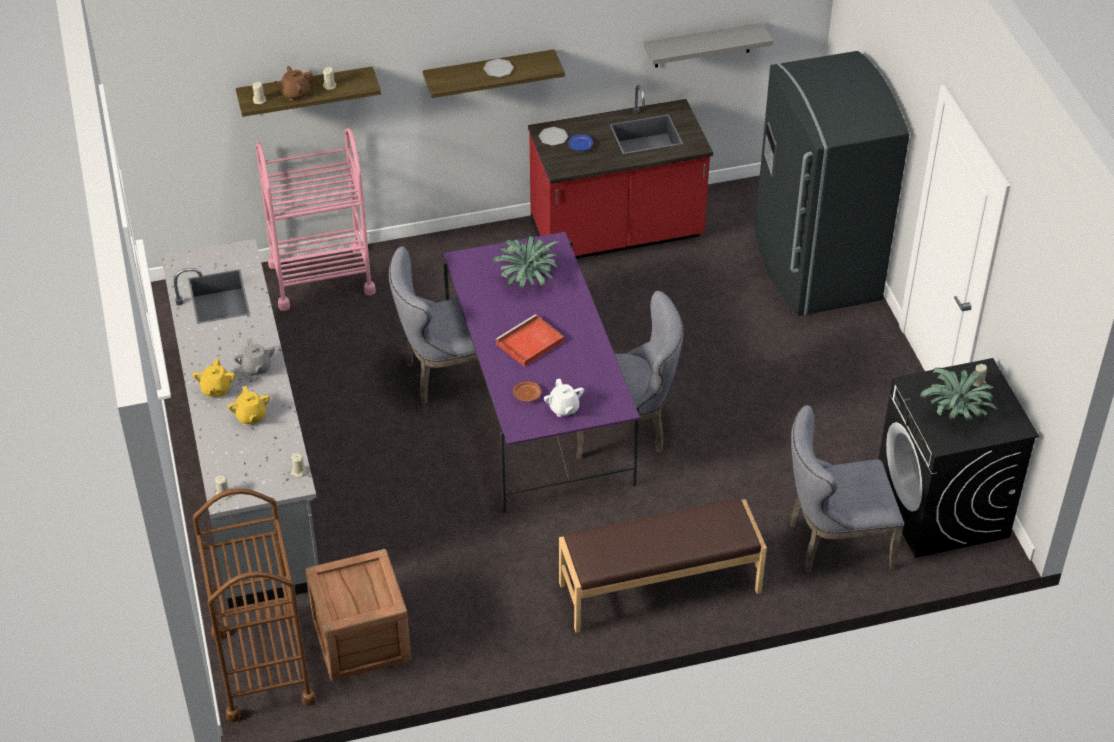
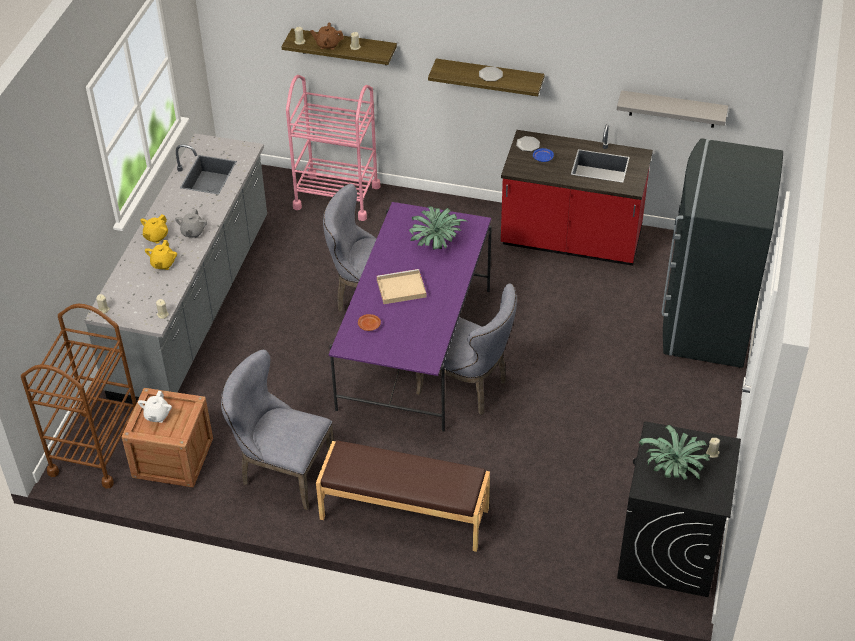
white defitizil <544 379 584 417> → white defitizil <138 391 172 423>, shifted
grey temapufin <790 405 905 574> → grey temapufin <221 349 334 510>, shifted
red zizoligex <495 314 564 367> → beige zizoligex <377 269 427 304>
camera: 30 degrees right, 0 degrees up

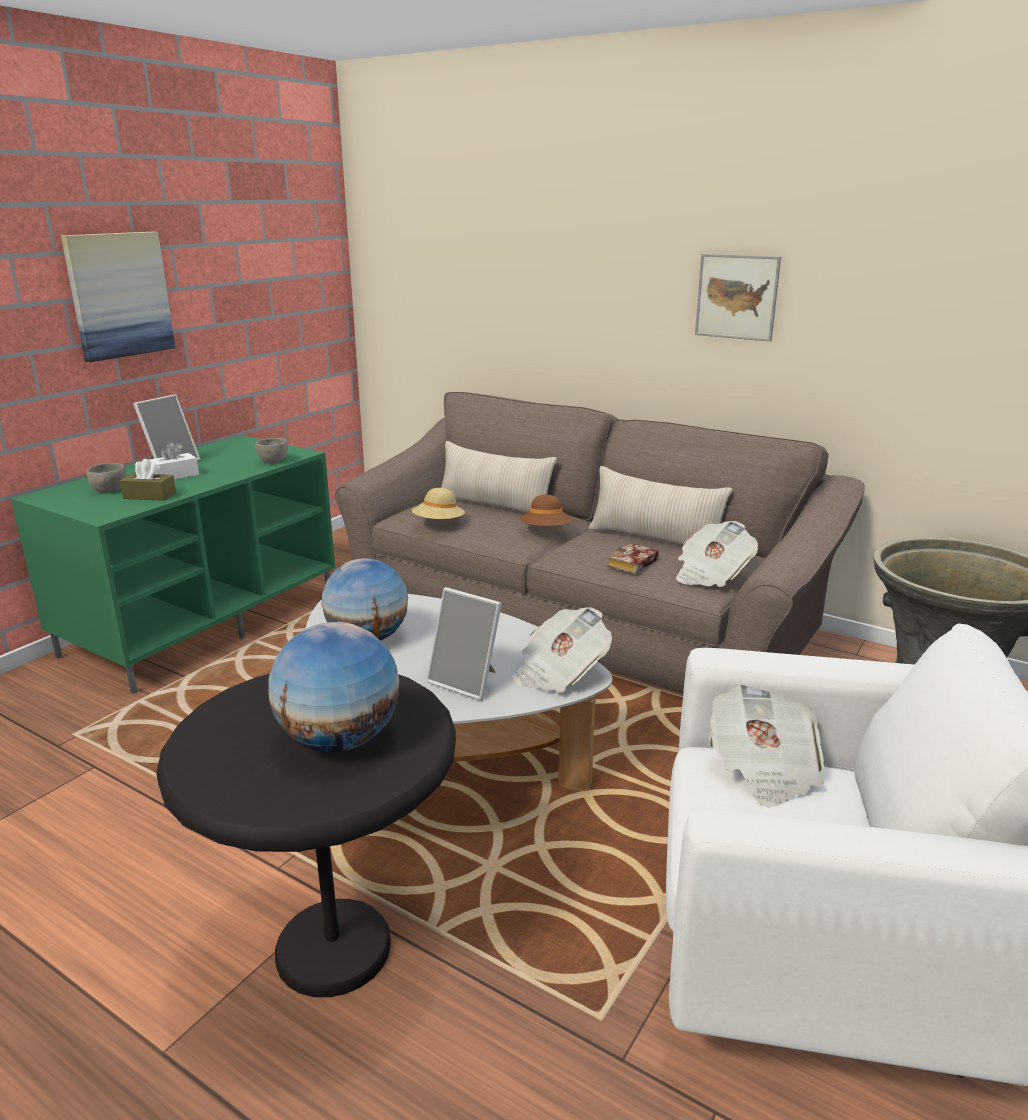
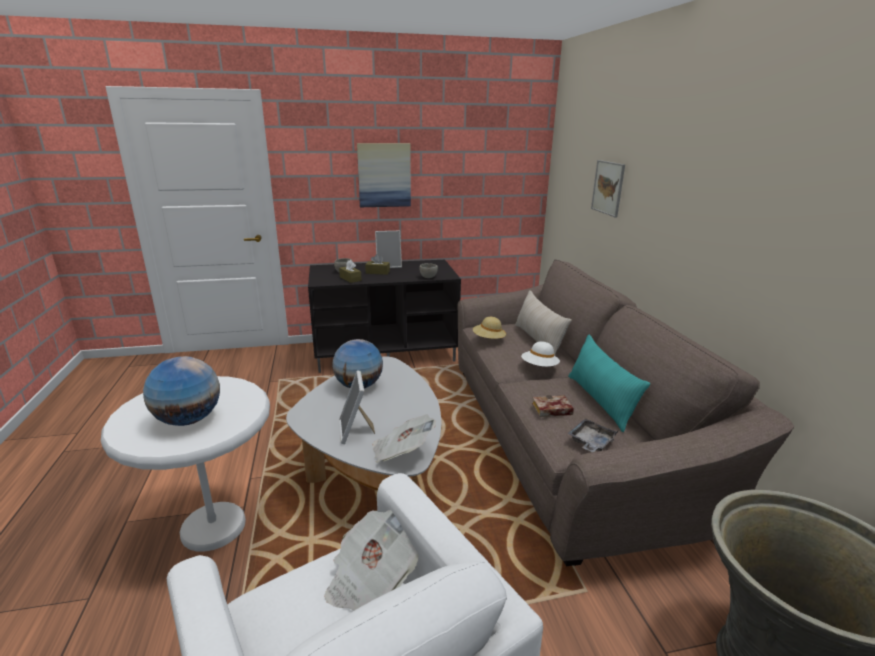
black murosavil <156 674 456 997> → white murosavil <101 376 270 552>
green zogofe <11 435 335 694> → black zogofe <308 260 461 373>
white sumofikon <149 442 199 480> → brown sumofikon <365 254 390 275>
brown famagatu <520 494 573 526> → white famagatu <521 341 560 367>
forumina <676 521 758 587> → grey zizoligex <567 419 618 452>
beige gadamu <589 466 733 545> → turquoise gadamu <568 335 650 432>
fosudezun <695 254 781 342> → fosudezun <591 160 625 217>, shifted
camera: 45 degrees right, 0 degrees up

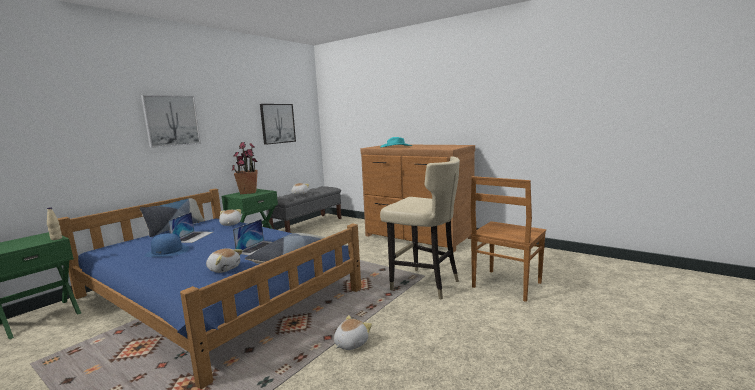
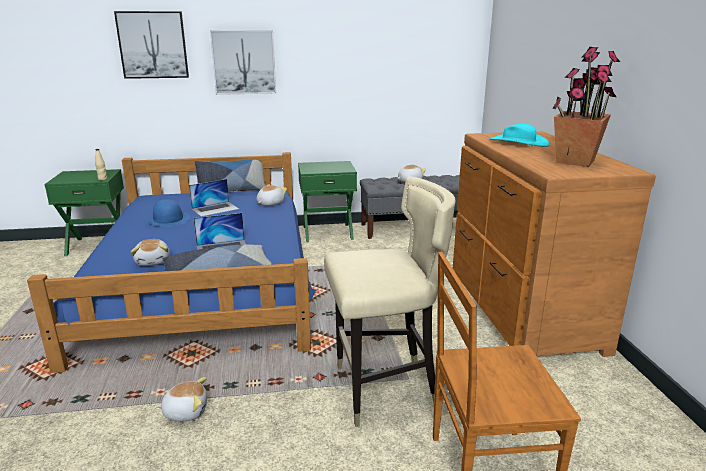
fosudezun <260 104 296 145> → fosudezun <114 11 189 79>, shifted
beige temapufin <380 157 460 300> → beige temapufin <324 176 456 427>, 90 degrees counterclockwise
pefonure <232 142 258 194> → pefonure <552 47 621 167>, shifted
camera: 45 degrees right, 10 degrees up

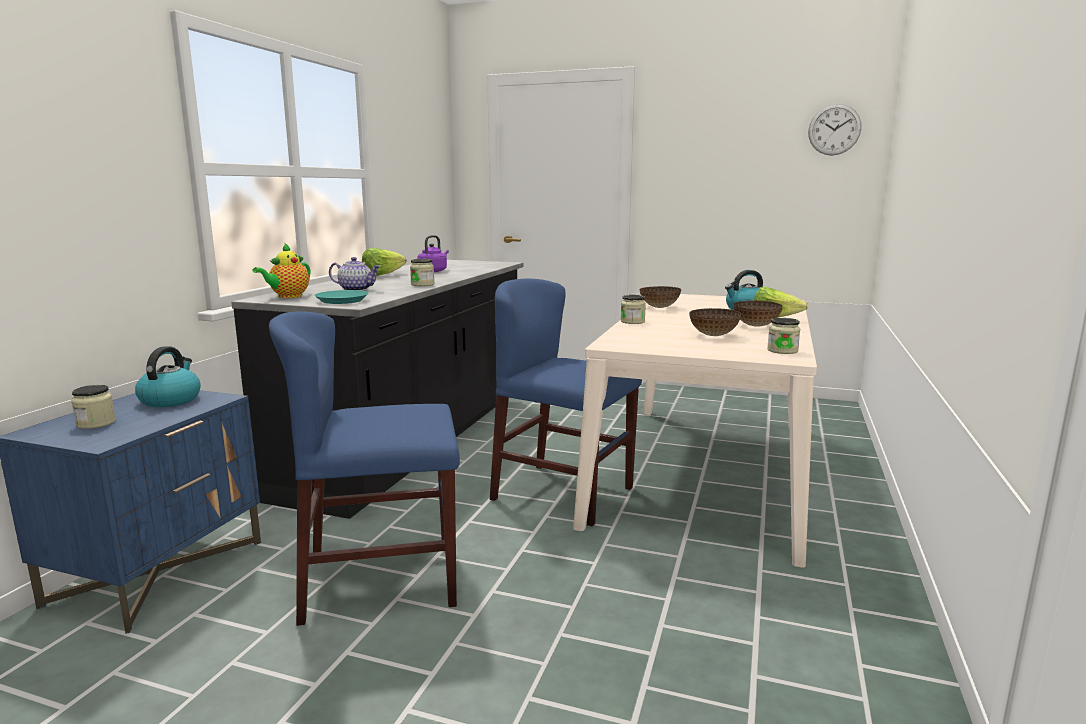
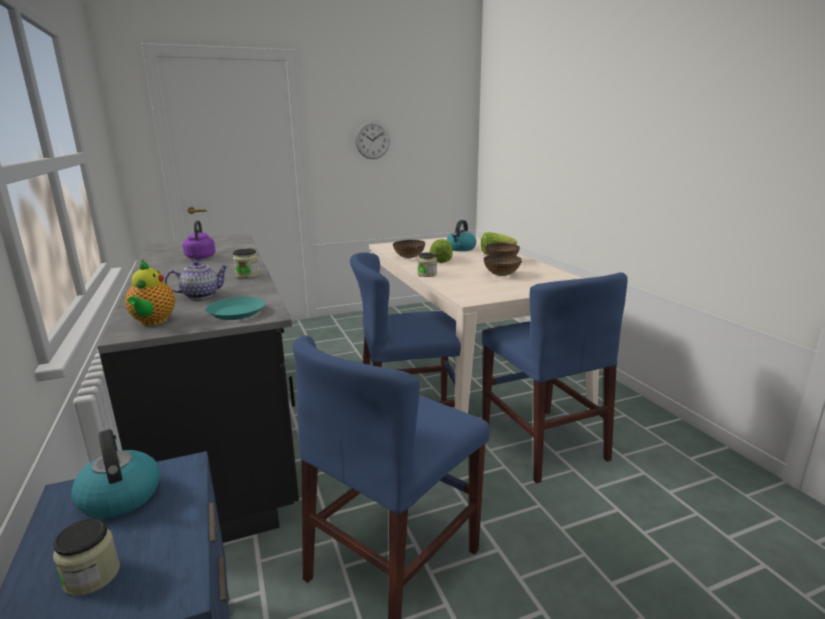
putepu <808 104 862 156> → putepu <355 121 390 159>, shifted
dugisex <362 248 406 276> → dugisex <430 239 453 263>, shifted
- → blue temapufin <482 272 628 483>
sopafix <767 318 800 354> → -
camera: 40 degrees left, 5 degrees up

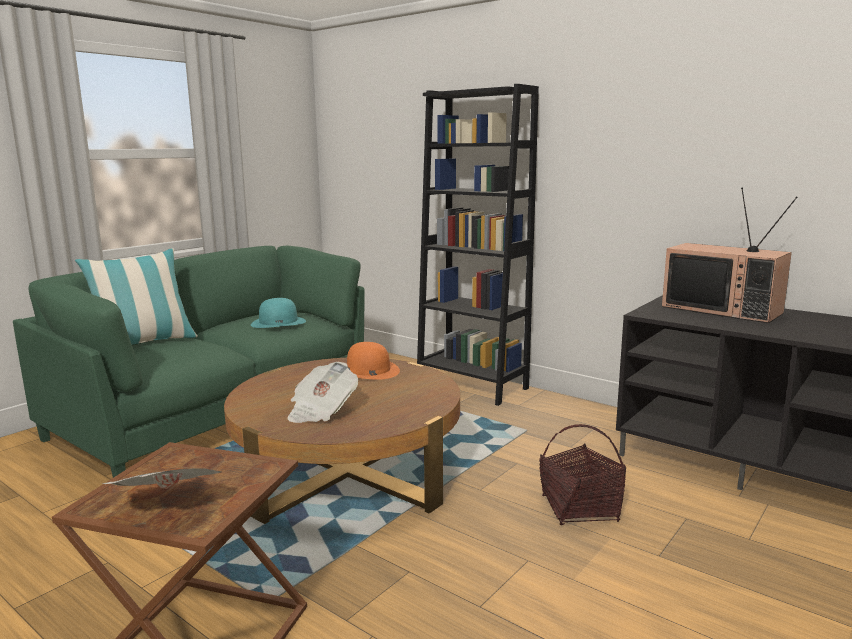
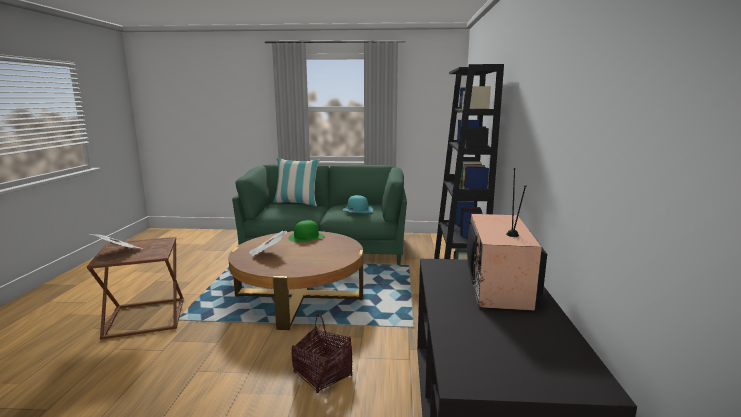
- → green famagatu <289 220 324 242>
orange famagatu <347 342 400 380> → -
camera: 55 degrees right, 0 degrees up

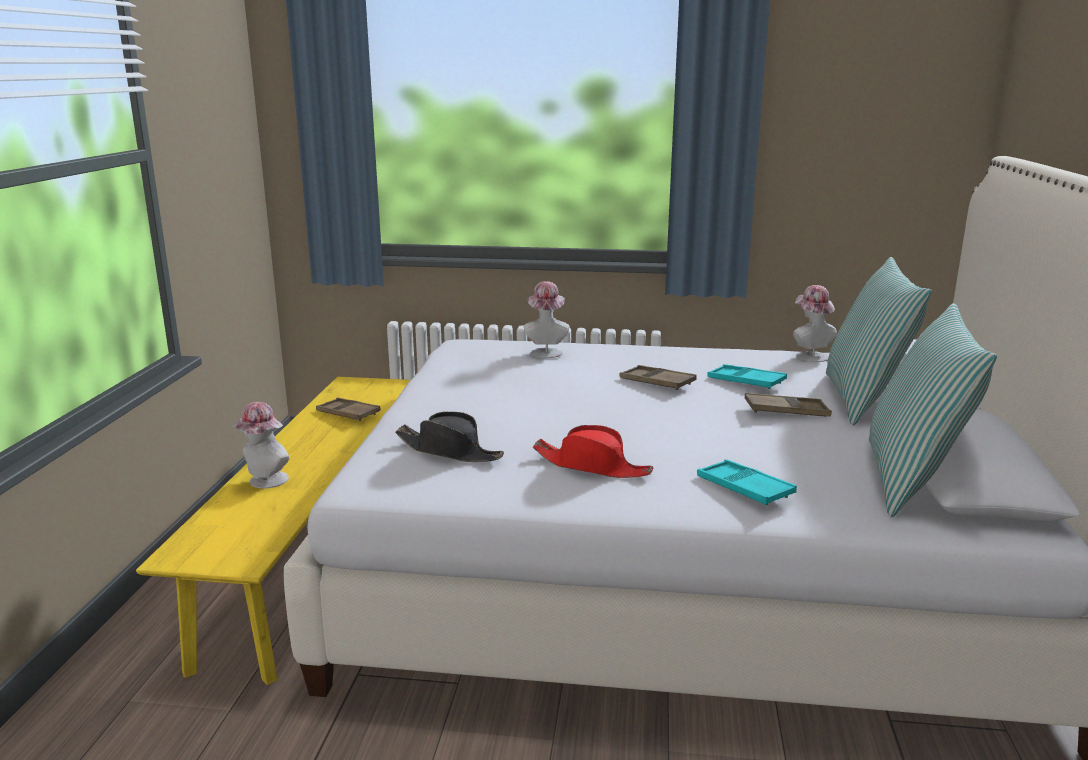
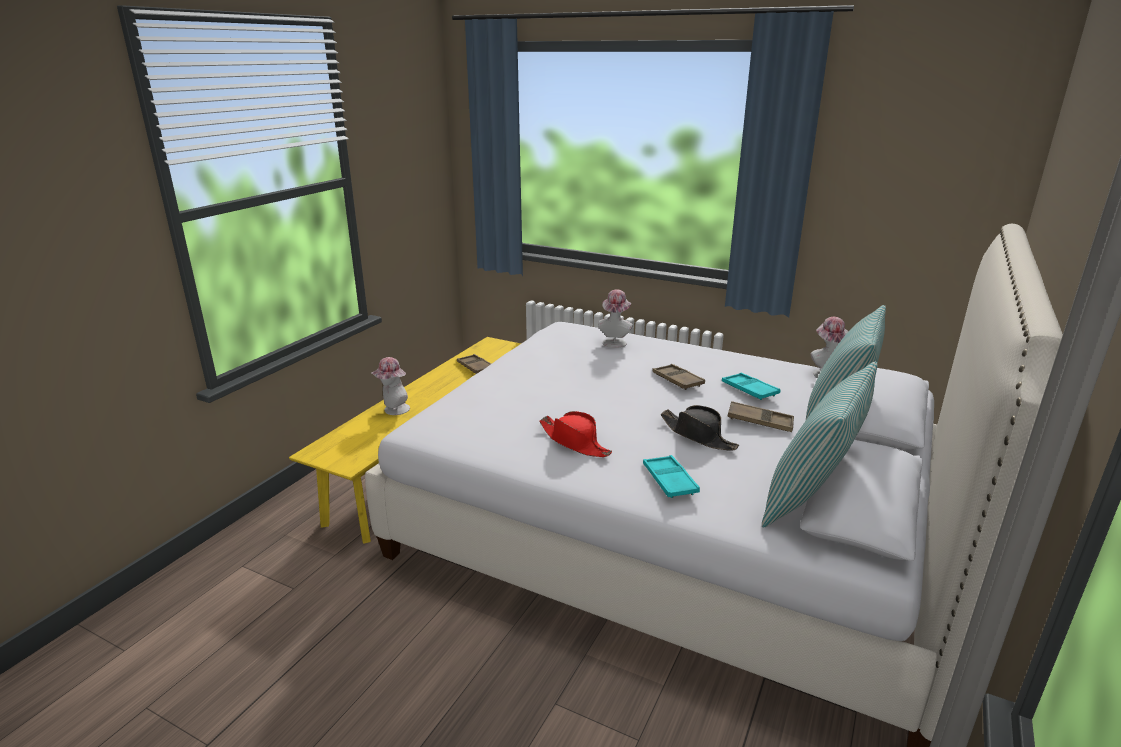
black famagatu <395 412 504 462> → black famagatu <660 405 739 450>, shifted
camera: 20 degrees right, 5 degrees up

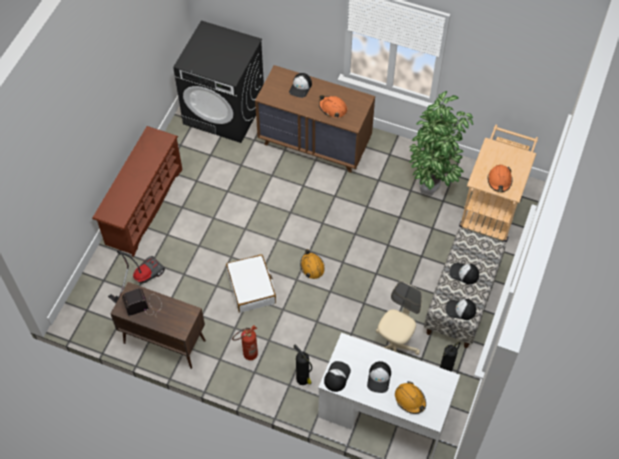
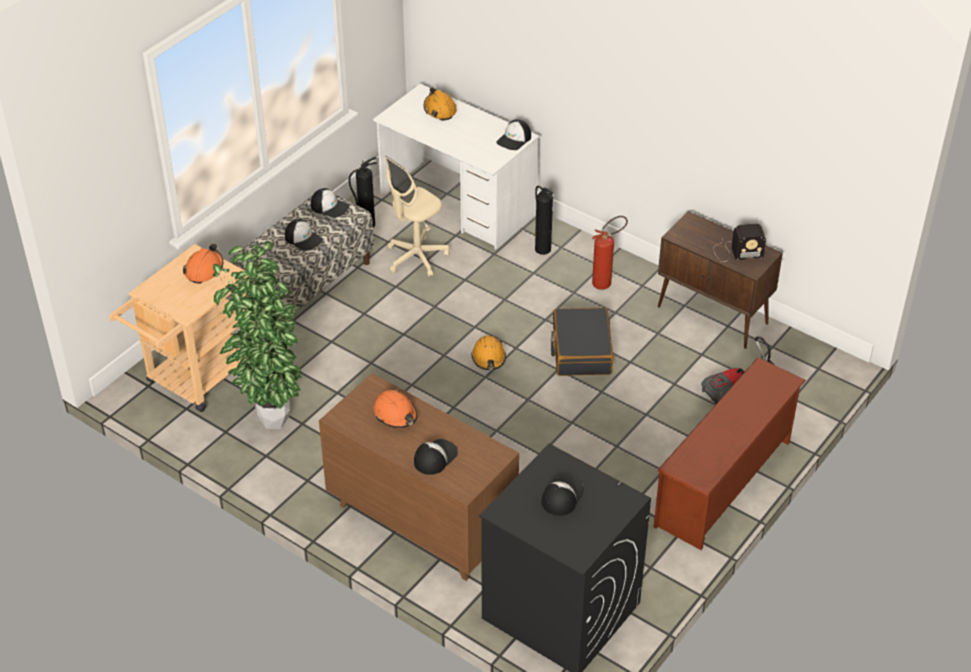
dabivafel <367 361 391 393> → dabivafel <542 476 584 516>, shifted
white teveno <226 254 276 313> → black teveno <551 307 614 376>
camera: 165 degrees left, 15 degrees down

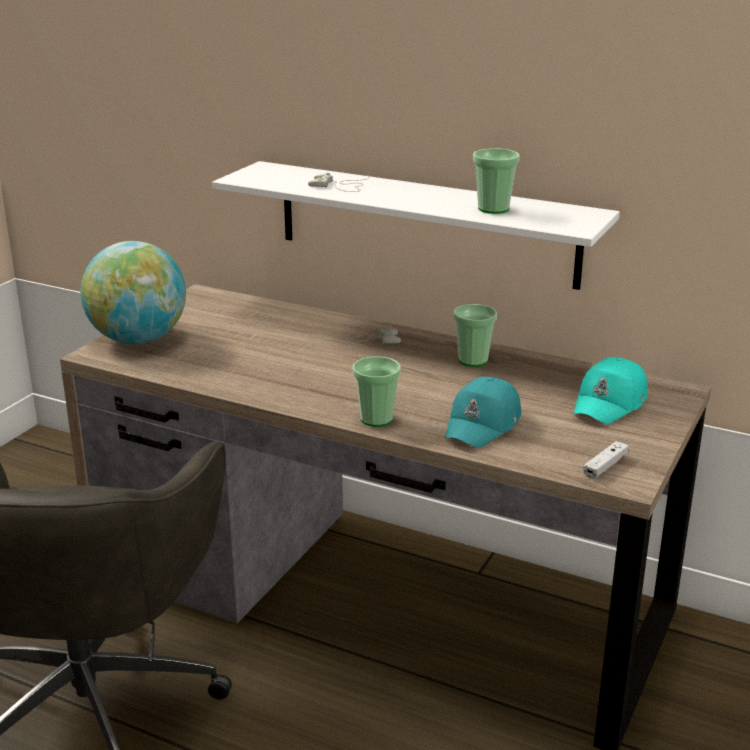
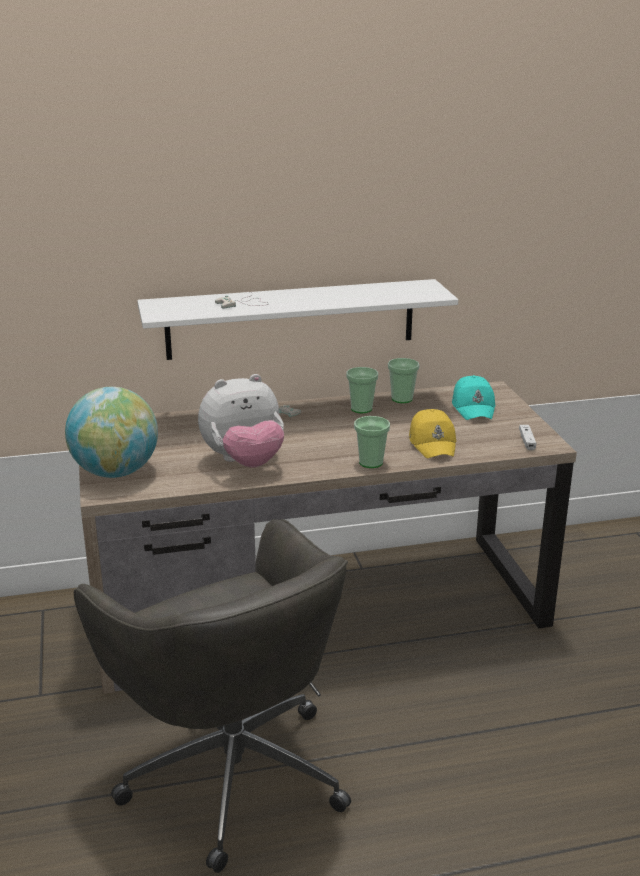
- → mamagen <198 374 284 468>
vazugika <473 148 520 214> → vazugika <388 358 420 403>, shifted
turquoise dabivafel <445 377 521 448> → yellow dabivafel <409 409 456 458>
camera: 40 degrees left, 0 degrees up

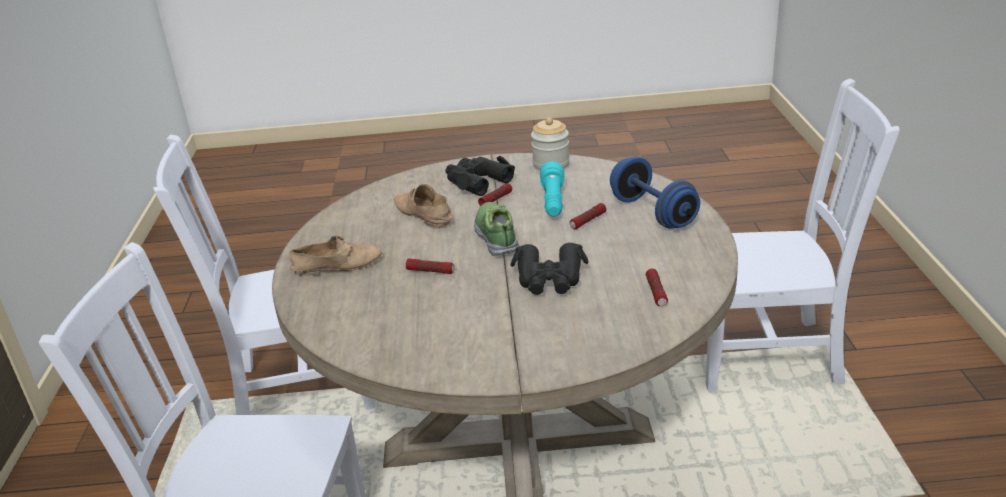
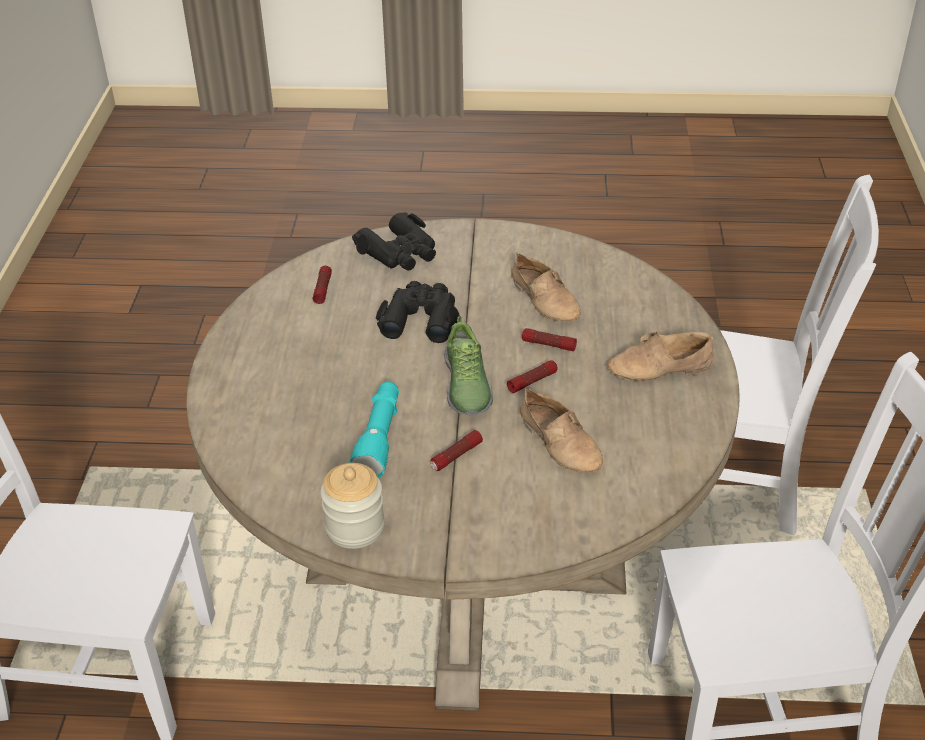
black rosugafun <445 156 515 196> → black rosugafun <352 212 436 271>, shifted
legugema <570 203 606 229> → legugema <507 360 558 393>, shifted
- → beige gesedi <511 252 581 322>
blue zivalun <610 157 700 229> → -
camera: 175 degrees left, 10 degrees up

